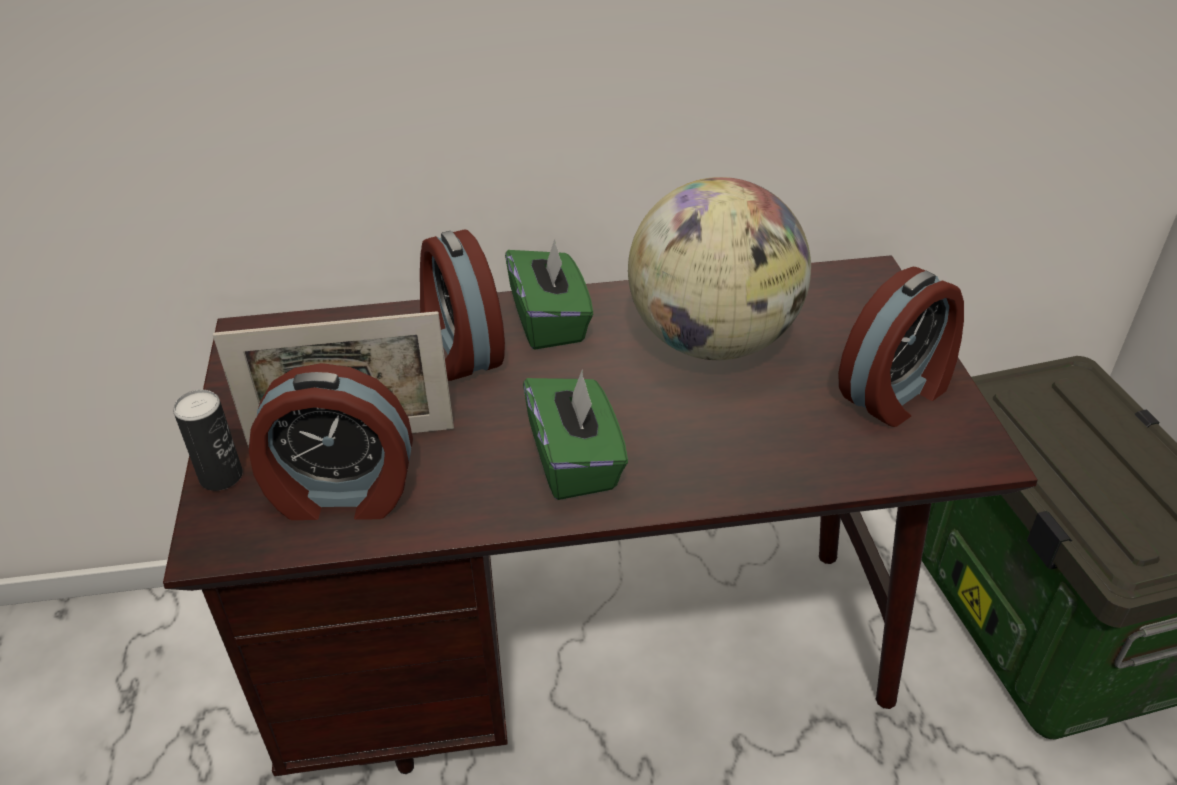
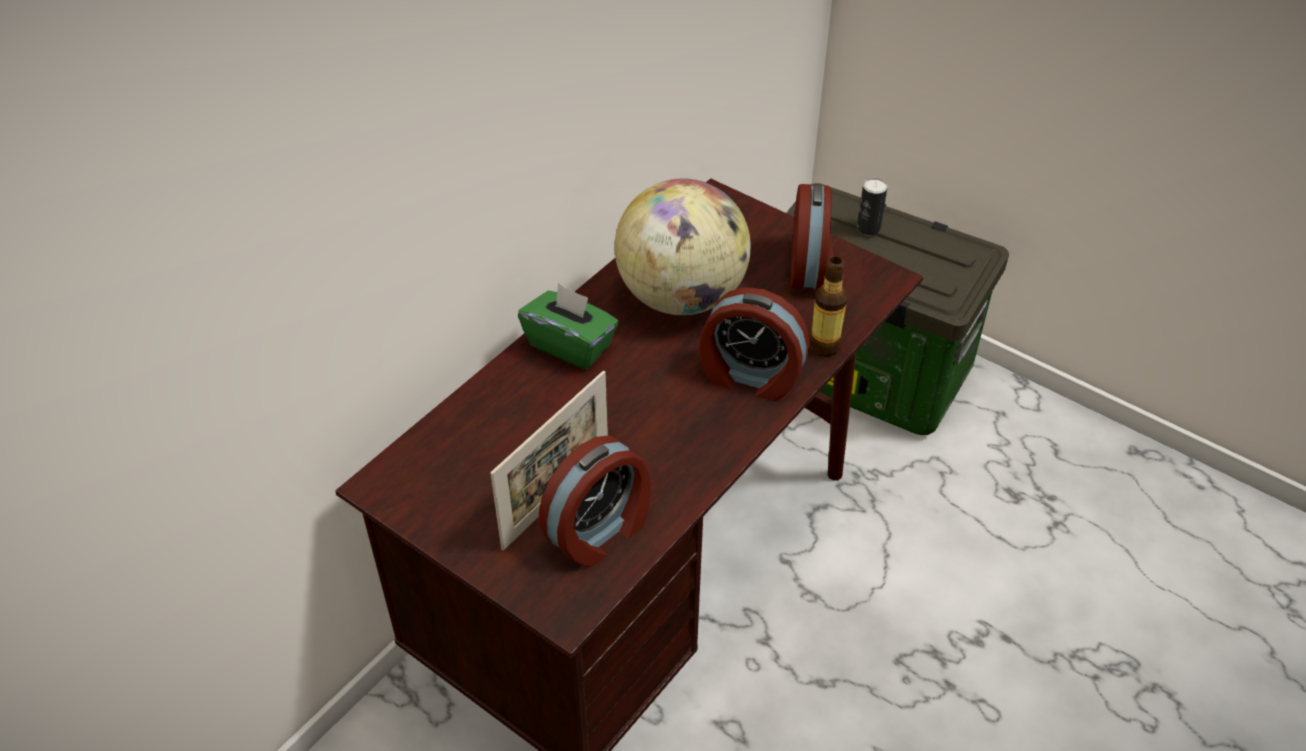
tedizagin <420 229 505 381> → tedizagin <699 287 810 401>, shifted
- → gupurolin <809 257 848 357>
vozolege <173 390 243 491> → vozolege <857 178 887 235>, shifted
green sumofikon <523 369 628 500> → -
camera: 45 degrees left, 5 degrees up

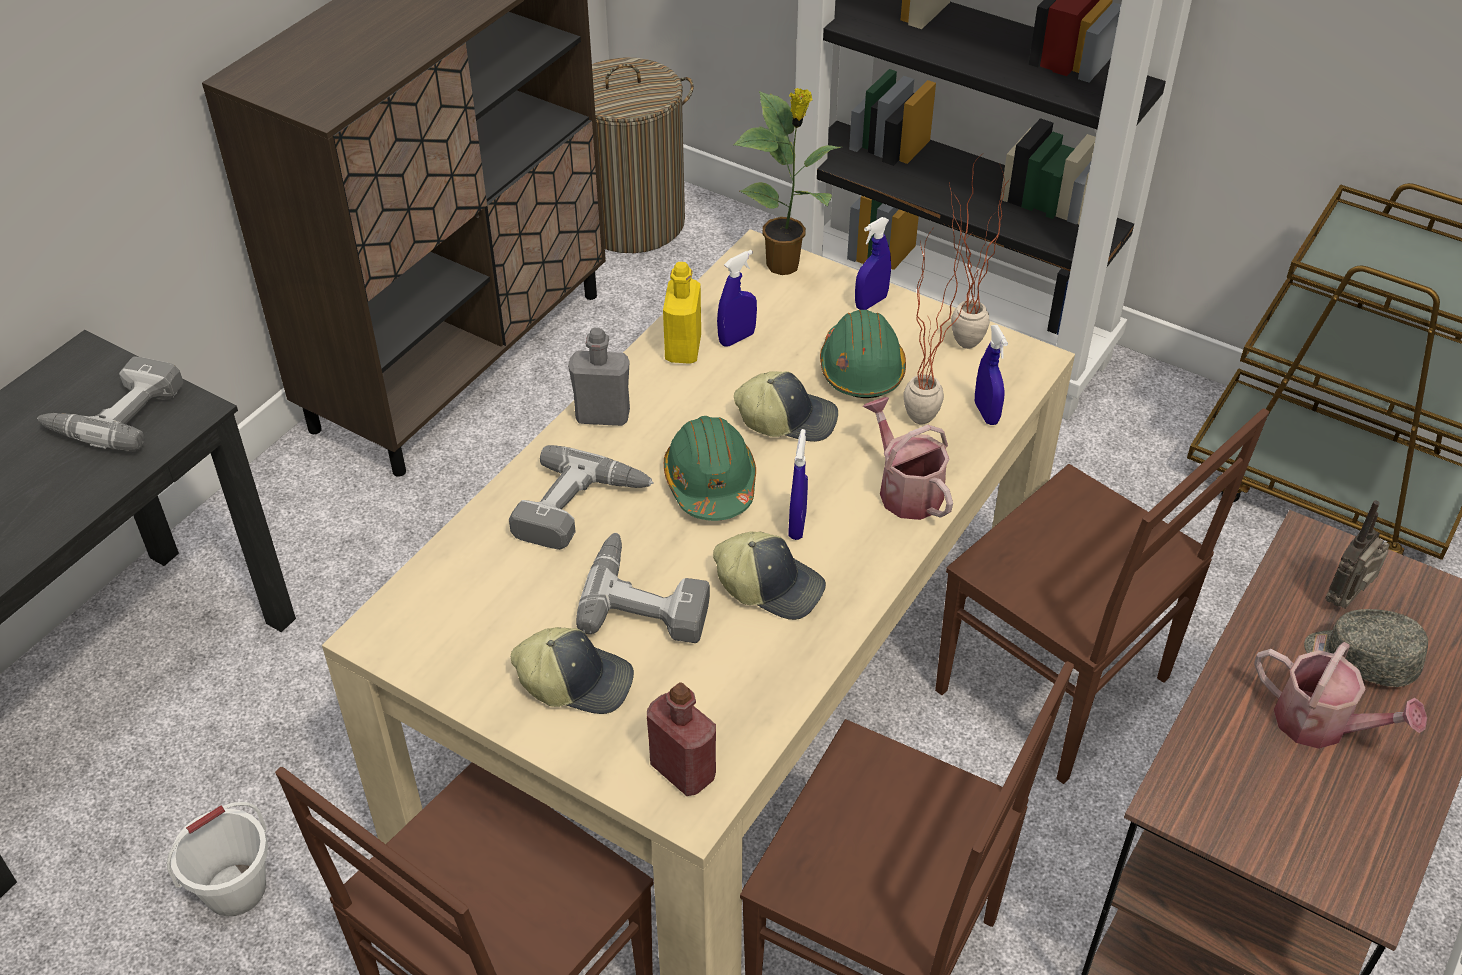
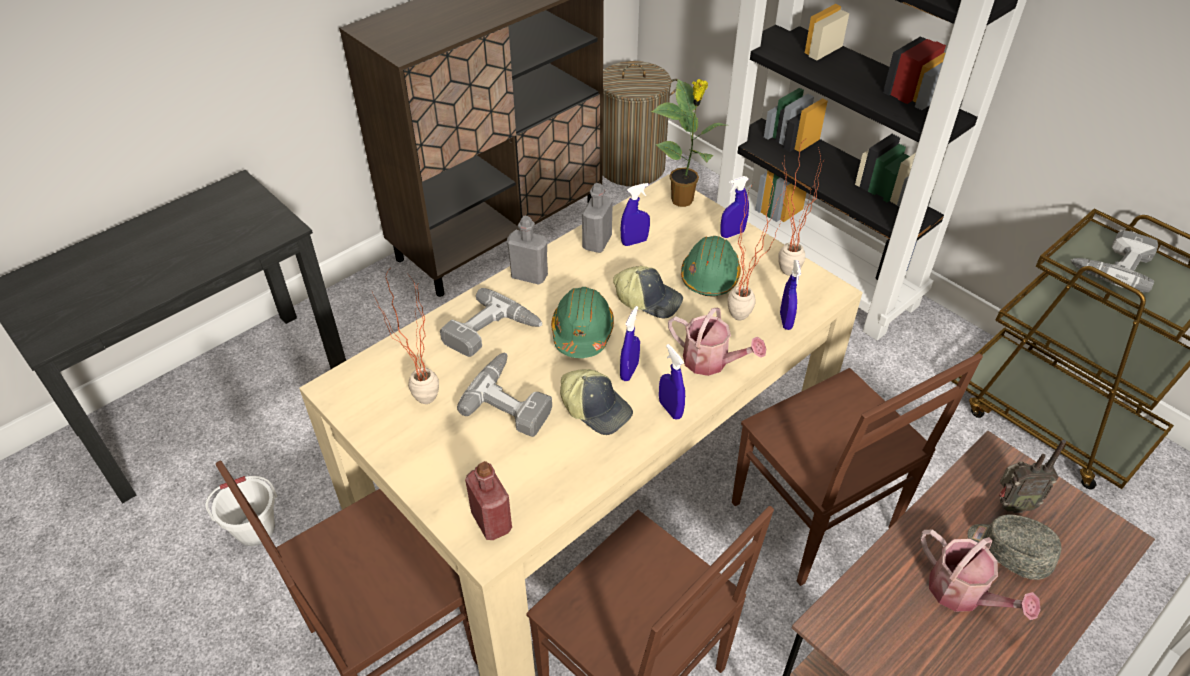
- → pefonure <372 270 439 404>
yellow gupurolin <663 262 701 364> → grey gupurolin <582 183 613 253>
- → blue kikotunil <659 344 685 420>
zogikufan <863 397 953 520> → zogikufan <668 308 766 376>, 135 degrees clockwise
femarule <1325 501 1390 609> → femarule <999 439 1066 513>, 150 degrees counterclockwise
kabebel <37 356 183 451> → kabebel <1070 230 1158 293>, shifted
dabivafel <511 627 634 714> → -
camera: 15 degrees right, 0 degrees up

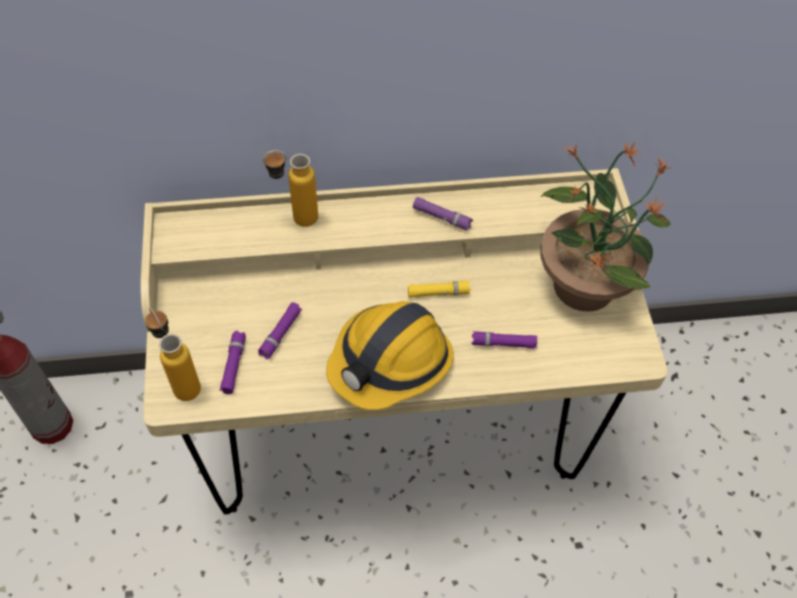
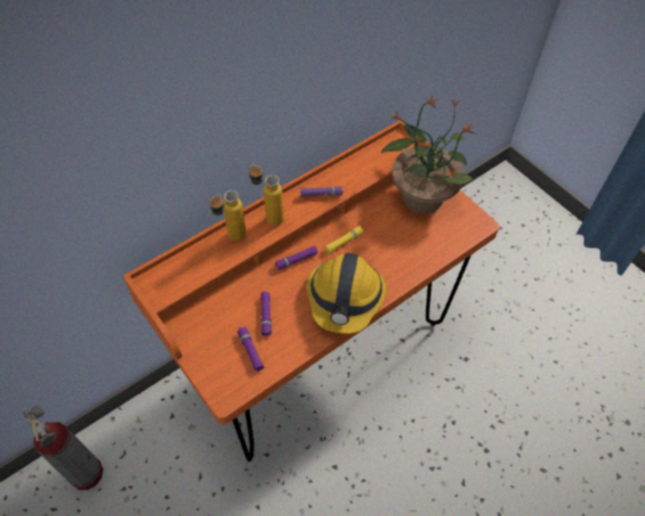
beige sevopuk <141 168 668 514> → orange sevopuk <123 119 500 462>
gupurolin <145 308 201 401> → gupurolin <248 165 284 226>, shifted
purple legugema <472 331 537 348> → purple legugema <275 246 318 270>, shifted
camera: 30 degrees left, 0 degrees up

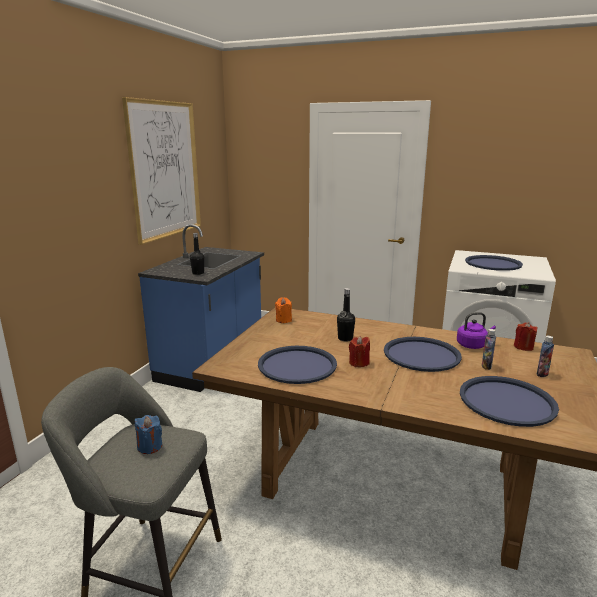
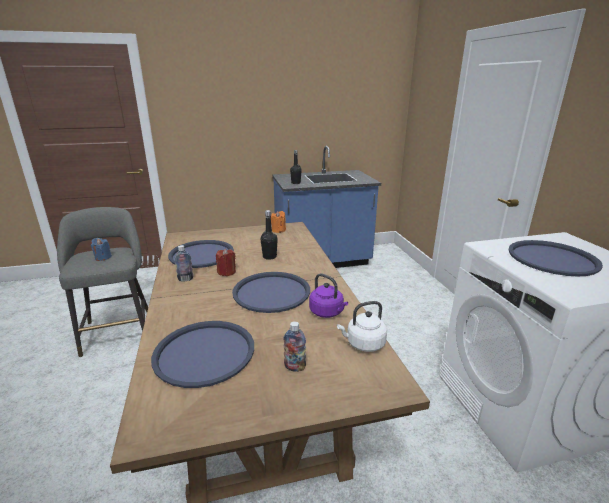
gupurolin <482 329 496 370> → gupurolin <174 245 193 282>, shifted
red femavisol <514 322 538 351> → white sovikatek <337 301 387 352>
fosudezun <122 97 201 245> → -
camera: 55 degrees right, 5 degrees up

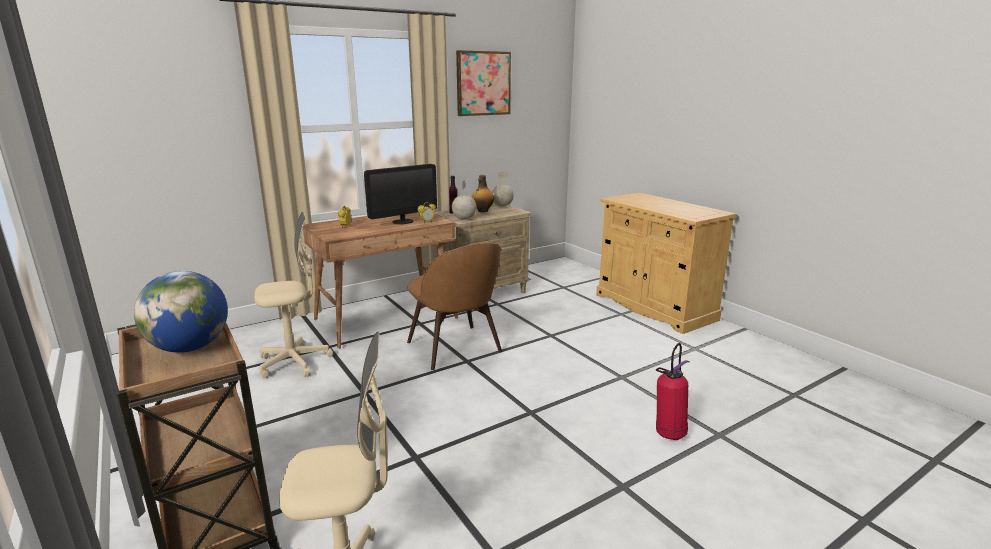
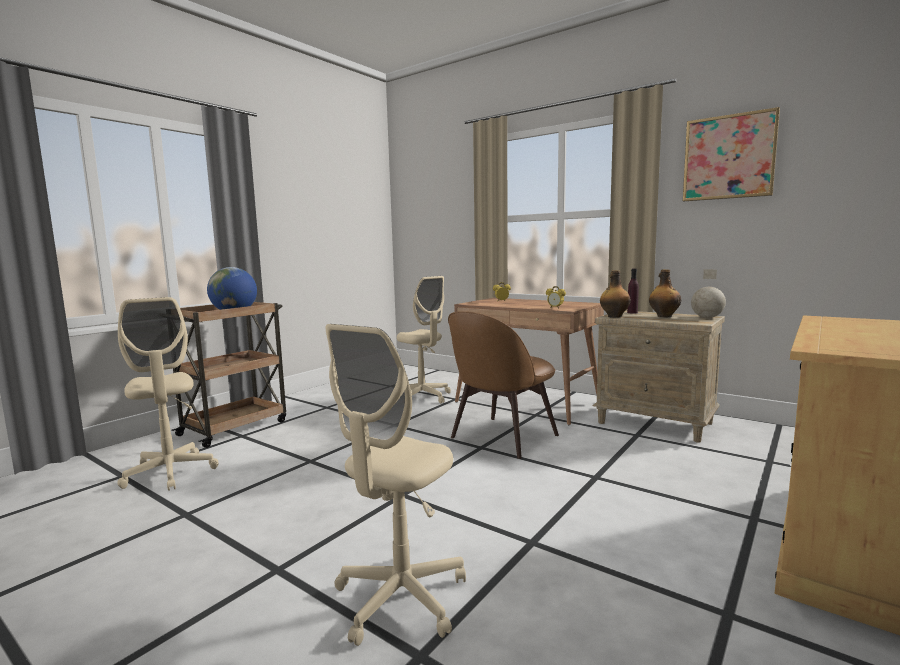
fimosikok <656 343 689 440> → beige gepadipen <326 324 466 646>
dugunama <452 180 477 220> → gupurolin <600 270 631 318>
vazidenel <364 164 437 224> → -
camera: 70 degrees right, 10 degrees down

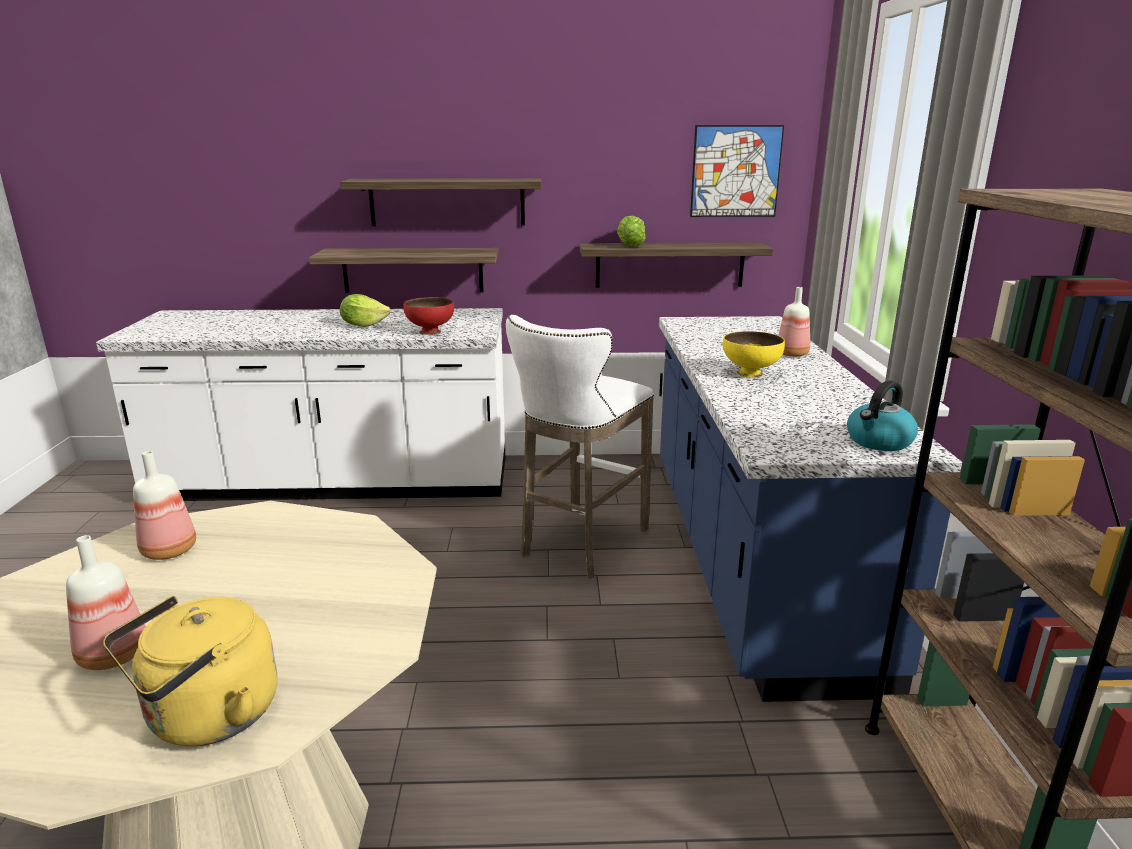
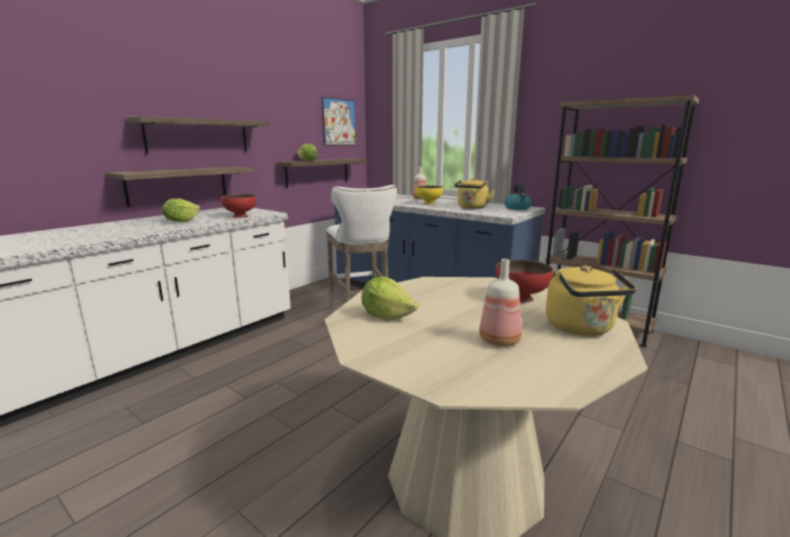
gupurolin <133 451 196 560> → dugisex <362 277 419 320>
- → yellow sovikatek <454 178 495 209>
- → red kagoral <496 260 553 303>
camera: 50 degrees left, 5 degrees down

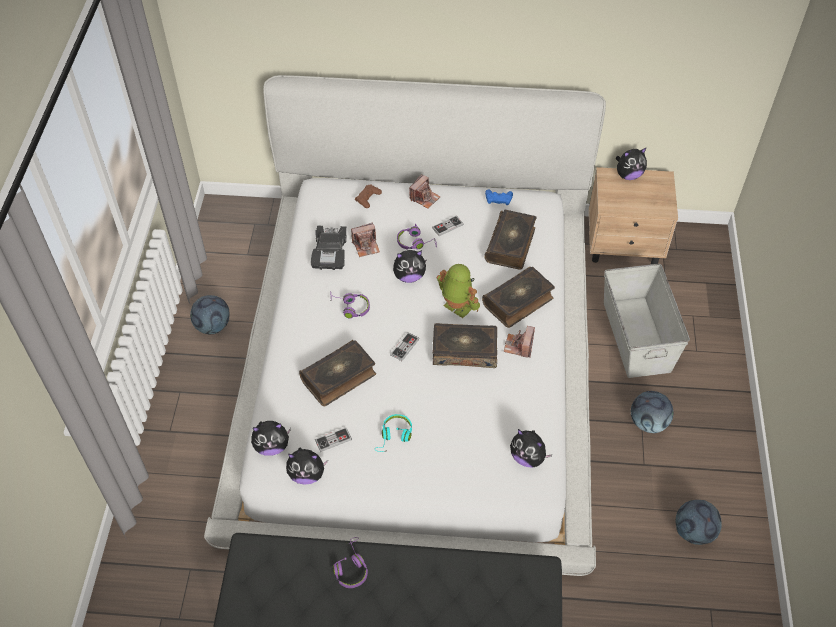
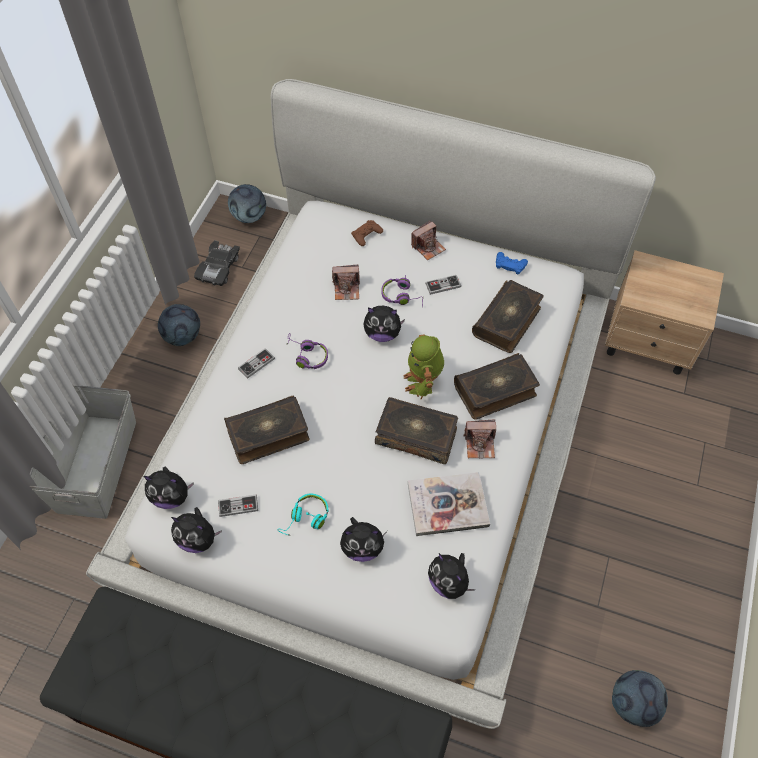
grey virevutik <604 264 690 378> → grey virevutik <29 385 136 519>, shifted
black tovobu <311 225 347 270> → black tovobu <194 240 240 286>, shifted
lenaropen <631 391 674 433> → lenaropen <228 184 266 223>, shifted
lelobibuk <390 332 419 361> → lelobibuk <238 348 275 378>, shifted
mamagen <615 147 647 180> → mamagen <340 517 387 562>, shifted
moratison <437 264 480 318> → moratison <403 334 444 399>, 150 degrees counterclockwise
- → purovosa <408 472 490 536>
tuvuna <504 326 535 358> → tuvuna <463 419 496 458>, 120 degrees counterclockwise
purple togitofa <333 537 368 588> → -
camera: 15 degrees right, 5 degrees up

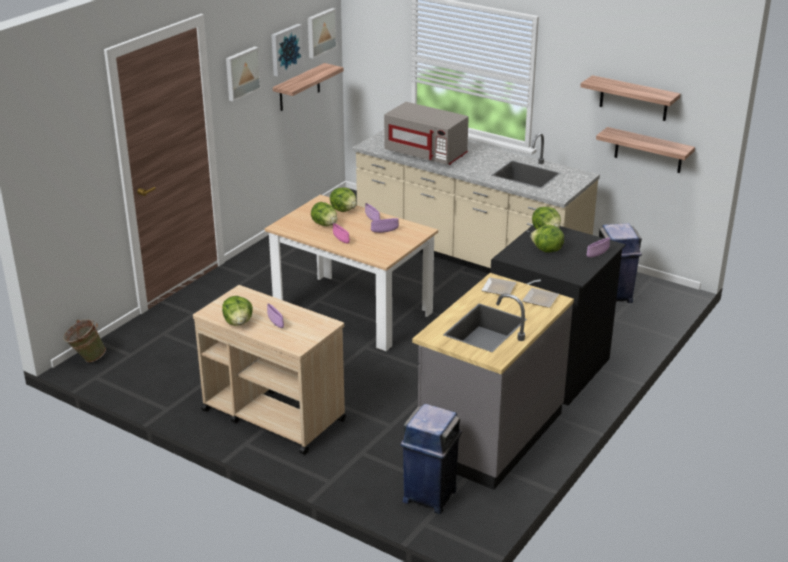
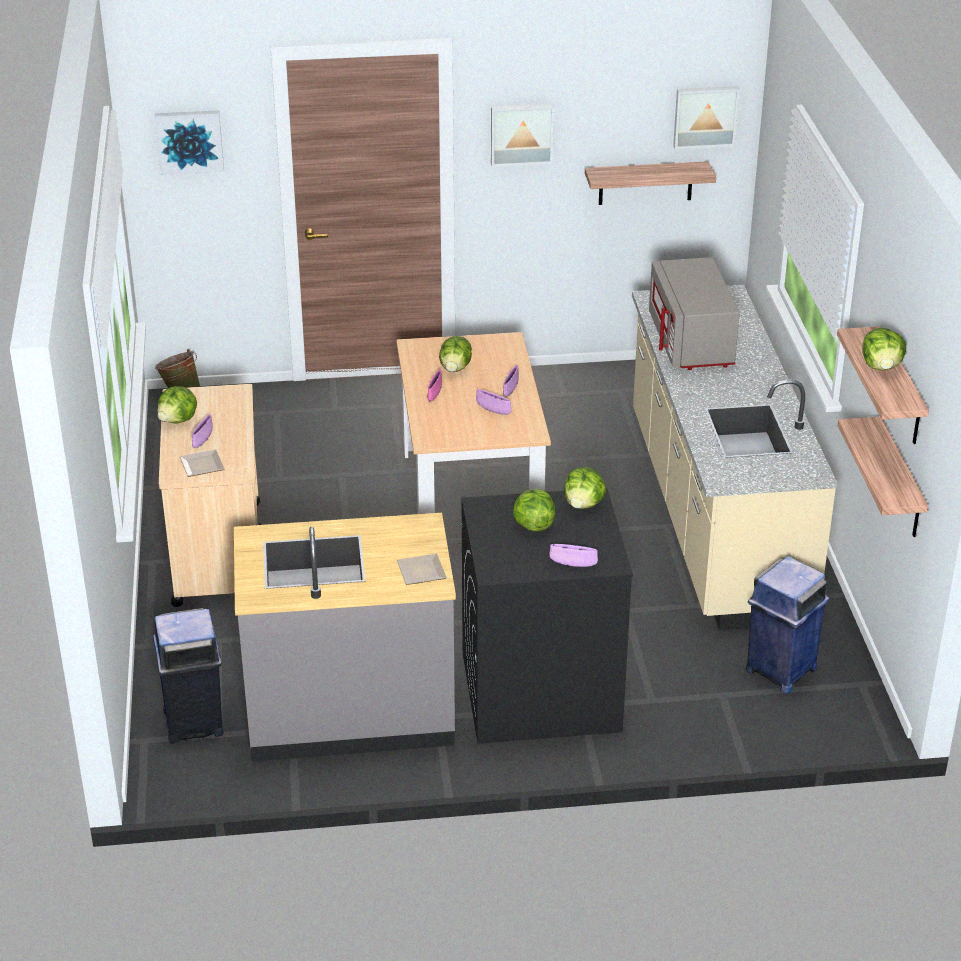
fosudezun <271 24 303 77> → fosudezun <155 110 224 175>, shifted
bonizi <481 277 516 295> → bonizi <180 449 225 477>, shifted
dugisex <330 188 357 212> → dugisex <863 328 906 370>, shifted
camera: 50 degrees right, 5 degrees up

